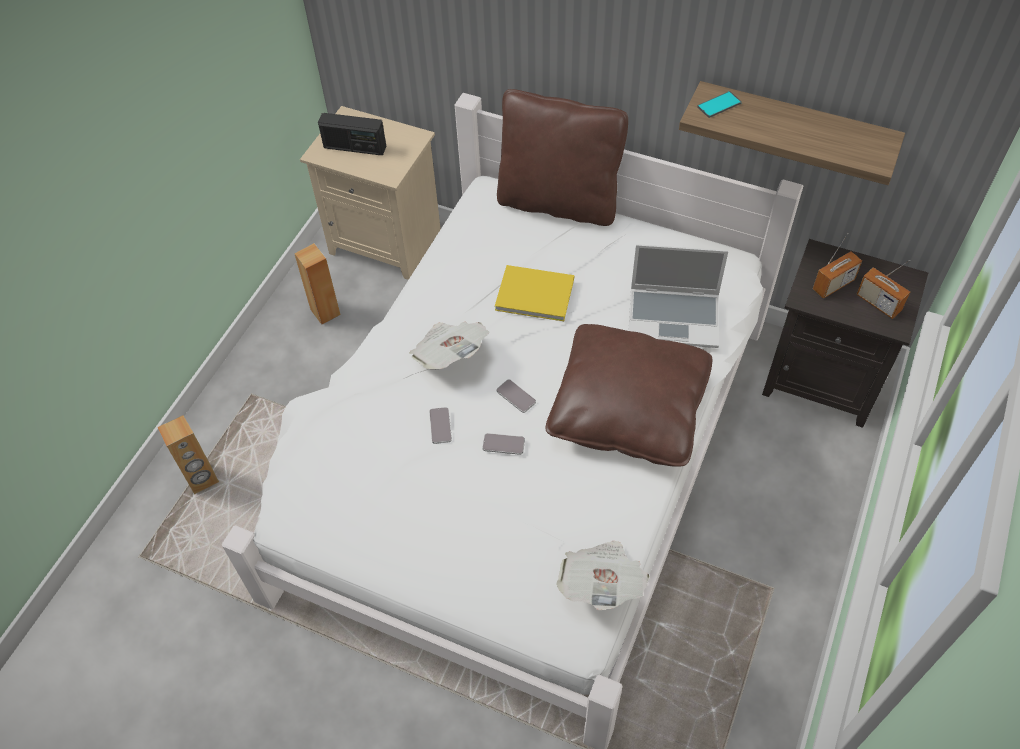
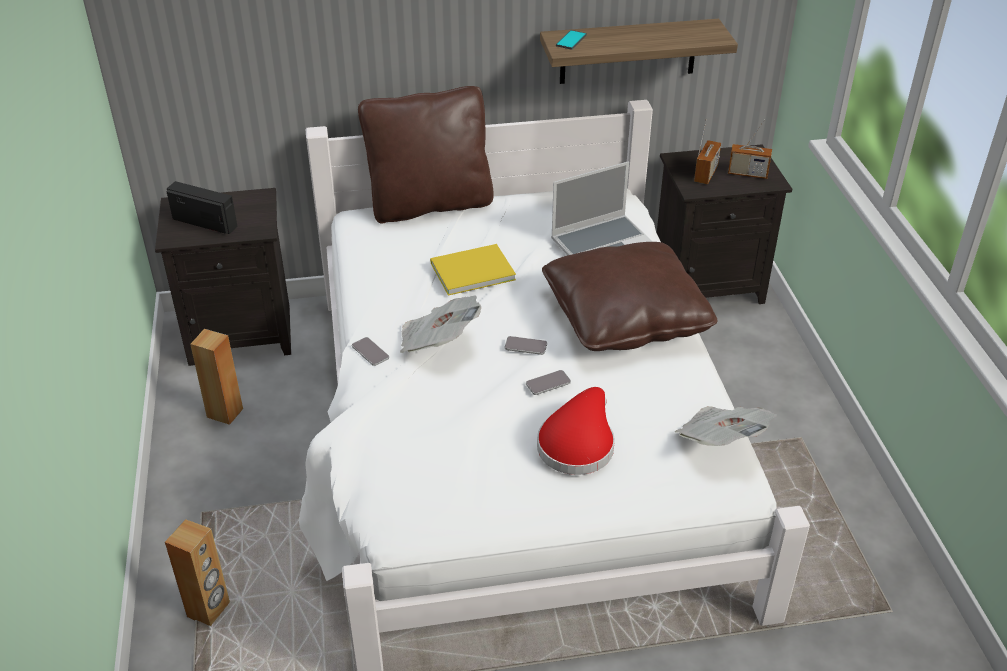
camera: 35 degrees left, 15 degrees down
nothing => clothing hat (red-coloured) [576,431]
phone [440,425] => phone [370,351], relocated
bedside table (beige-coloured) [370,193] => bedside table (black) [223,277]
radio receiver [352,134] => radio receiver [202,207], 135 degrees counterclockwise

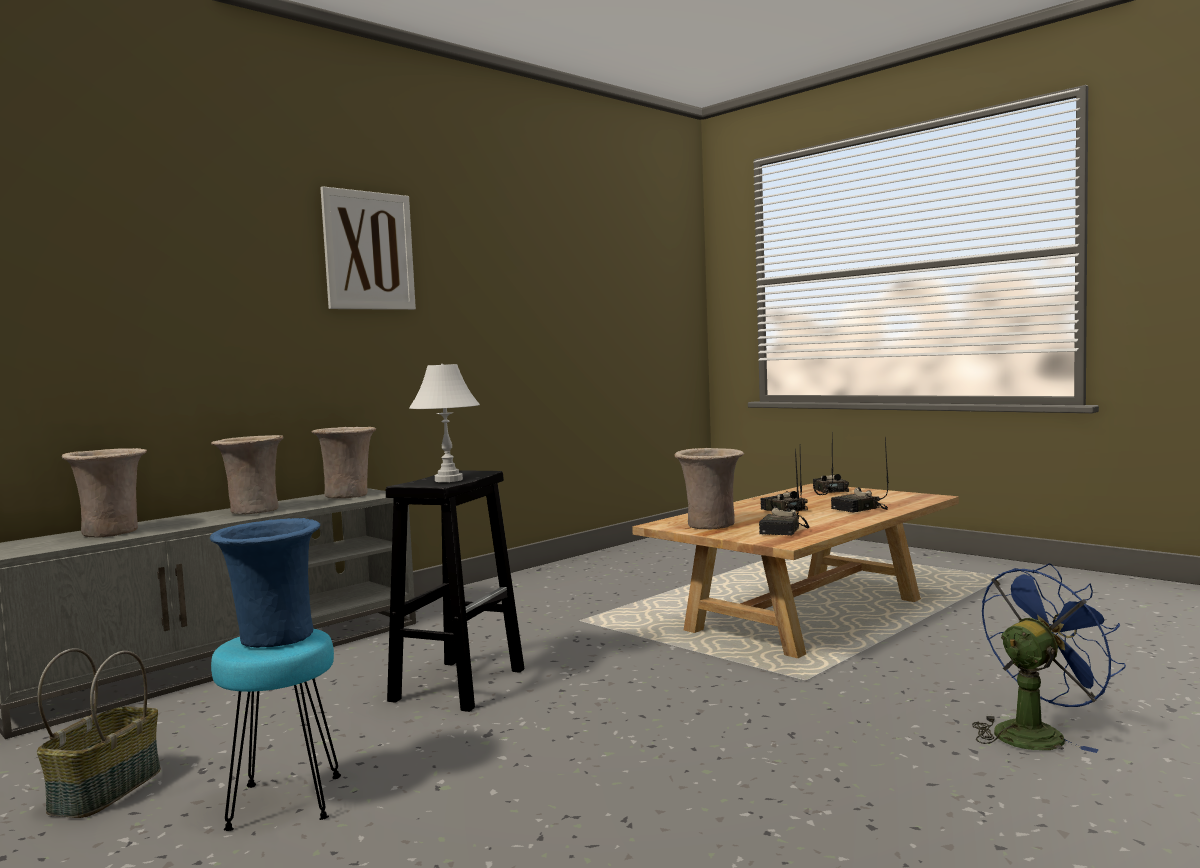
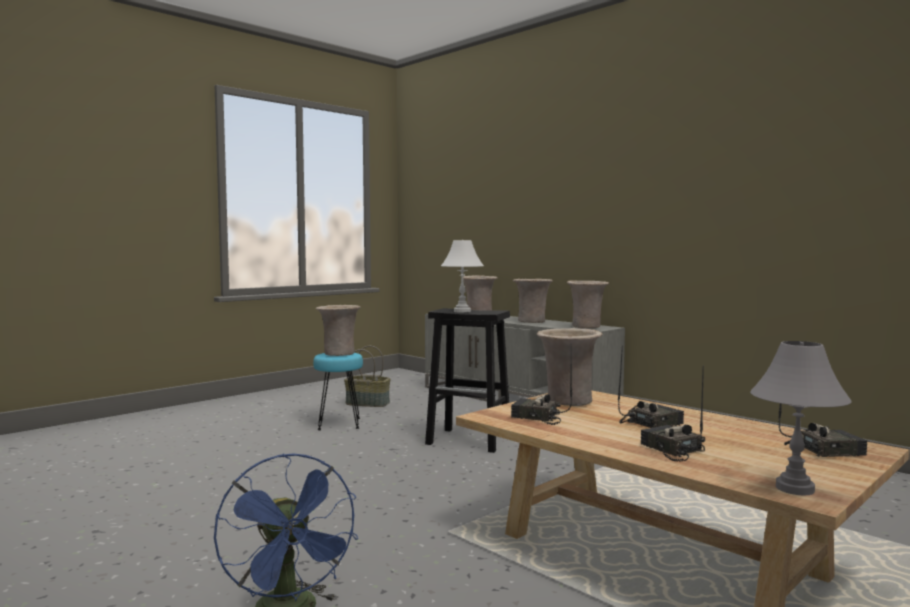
camera: 90 degrees right, 0 degrees up
wall picture [368,248] => nothing
nothing => table lamp (gray) [801,418]
vase (blue) [265,583] => vase (beige-coloured) [338,330]

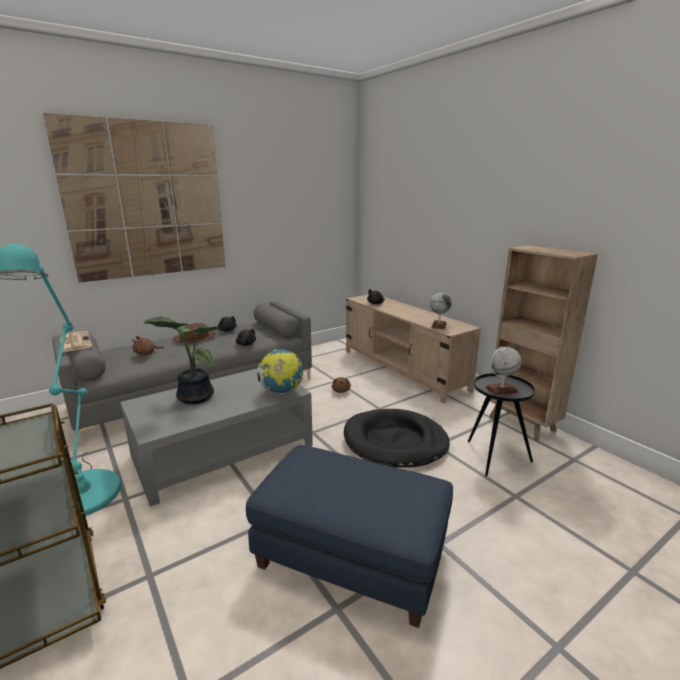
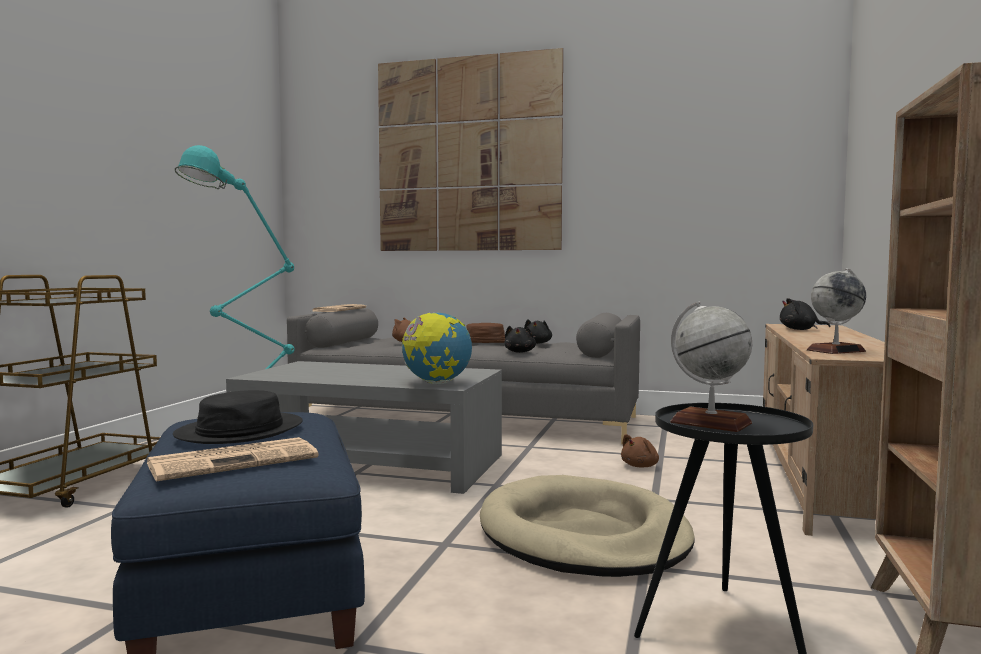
camera: 50 degrees right, 15 degrees down
potted plant [183,360] => nothing
nothing => printed paper [233,459]
nothing => clothing hat (black) [238,417]
pet bed (black) [397,438] => pet bed (beige-coloured) [587,526]

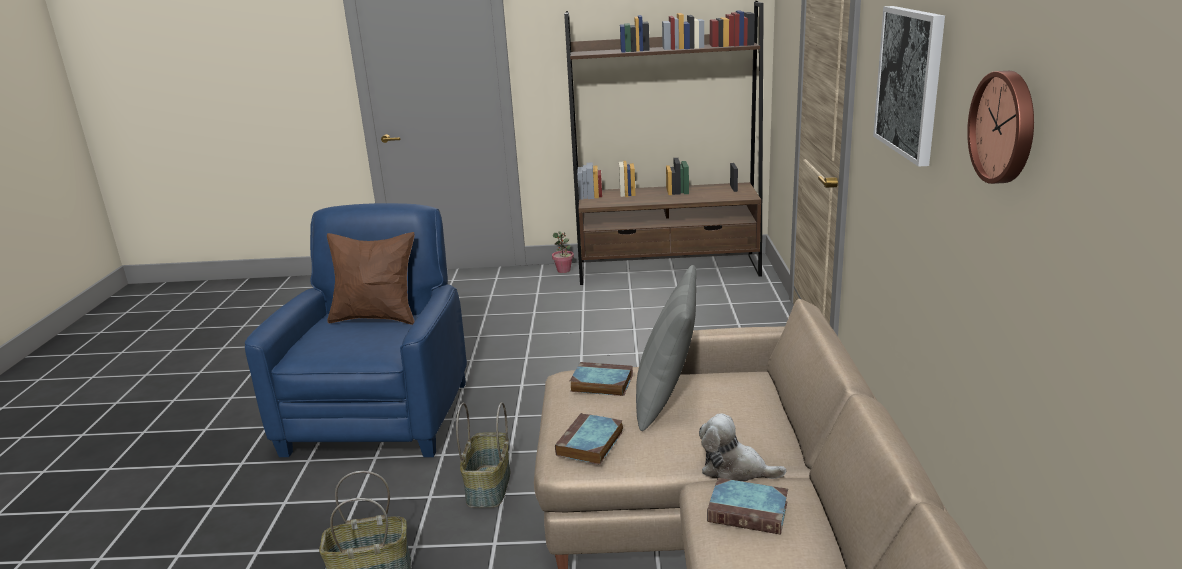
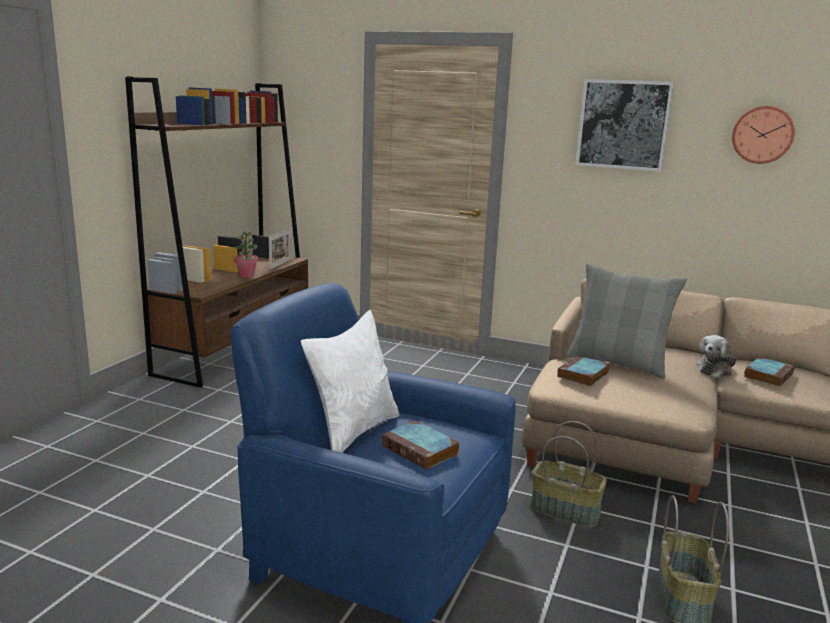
camera: 70 degrees left, 5 degrees down
nothing => standing frame [280,249]
potted plant [563,252] => potted plant [246,254], relocated
book [589,439] => book [420,445], relocated
throw pillow (brown) [371,278] => throw pillow (white) [350,381]

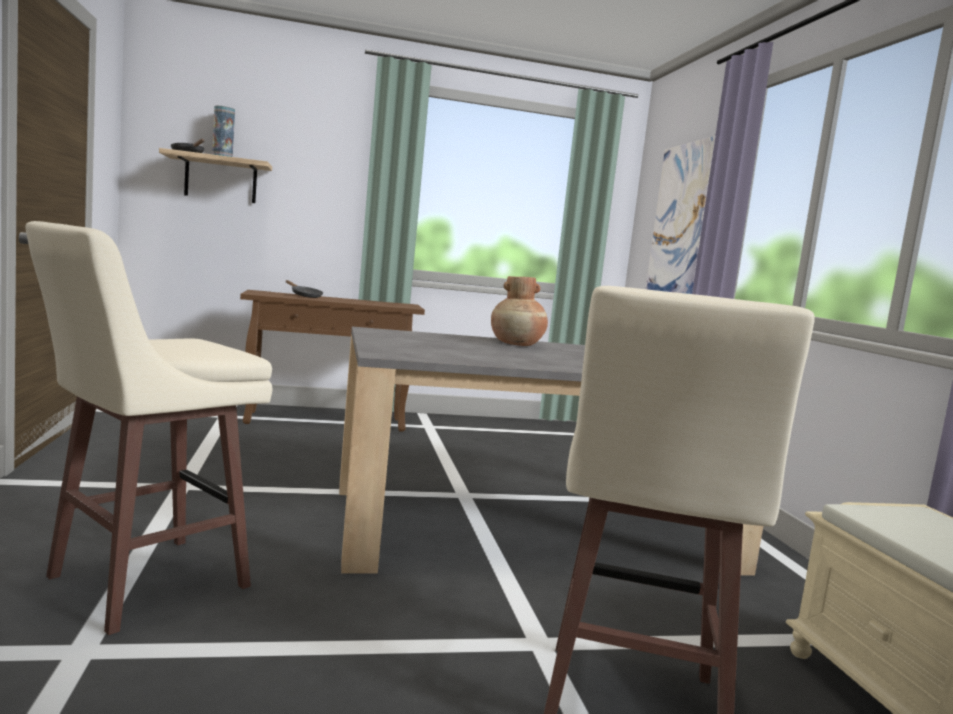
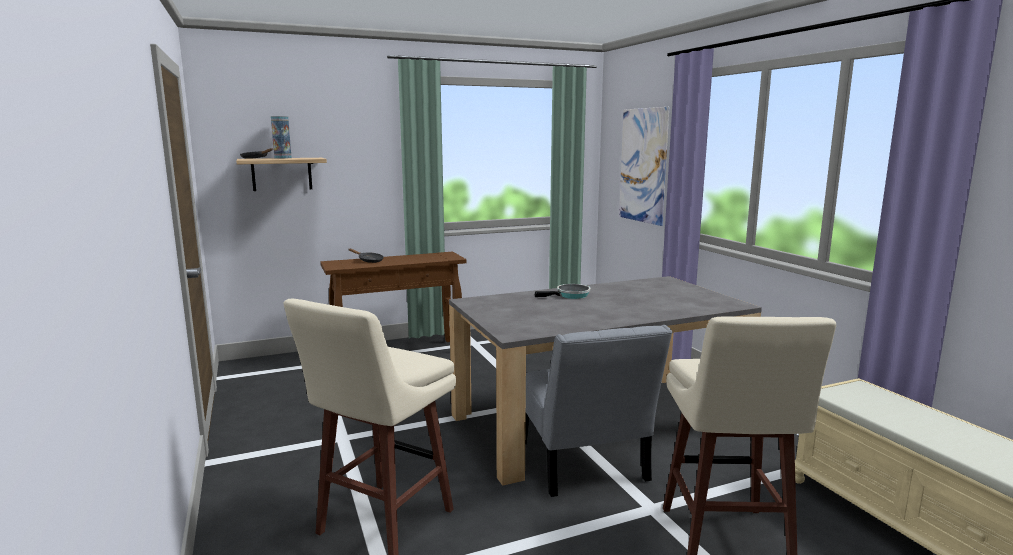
camera: 10 degrees left, 5 degrees up
nothing => plain chair (gray) [598,411]
vase (brown) [519,311] => frying pan [563,291]

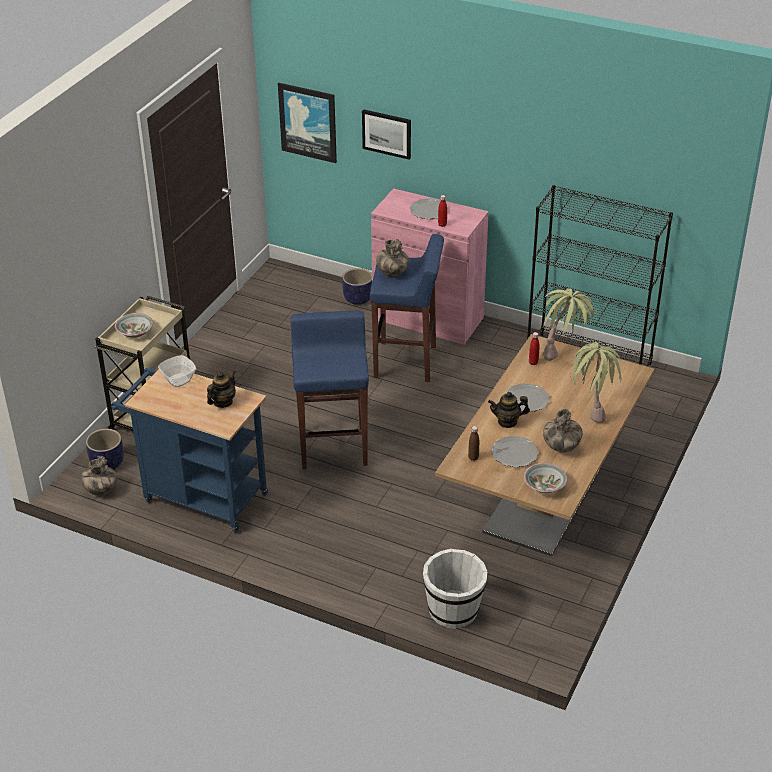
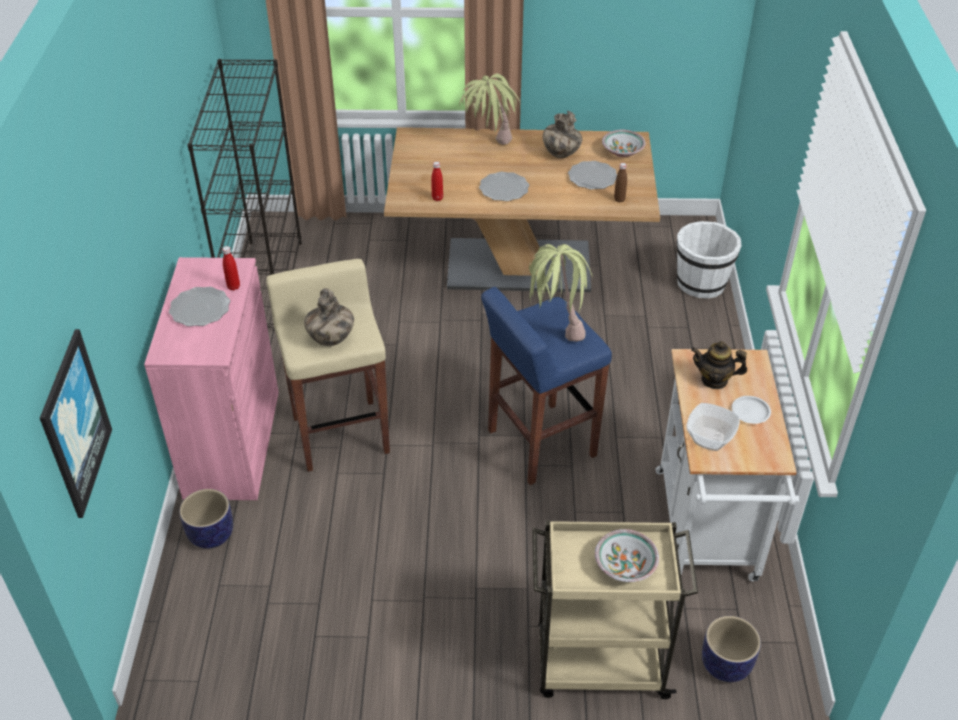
camera: 115 degrees left, 5 degrees up
vase [99,476] => nothing
wall picture [386,134] => nothing
pot for tea [509,410] => nothing
nothing => flat dish (white) [751,410]
potted plant [569,324] => potted plant [561,293], relocated
cart (blue) [189,450] => cart (white) [727,465]
stool (blue) [407,308] => stool (beige-coloured) [328,365]

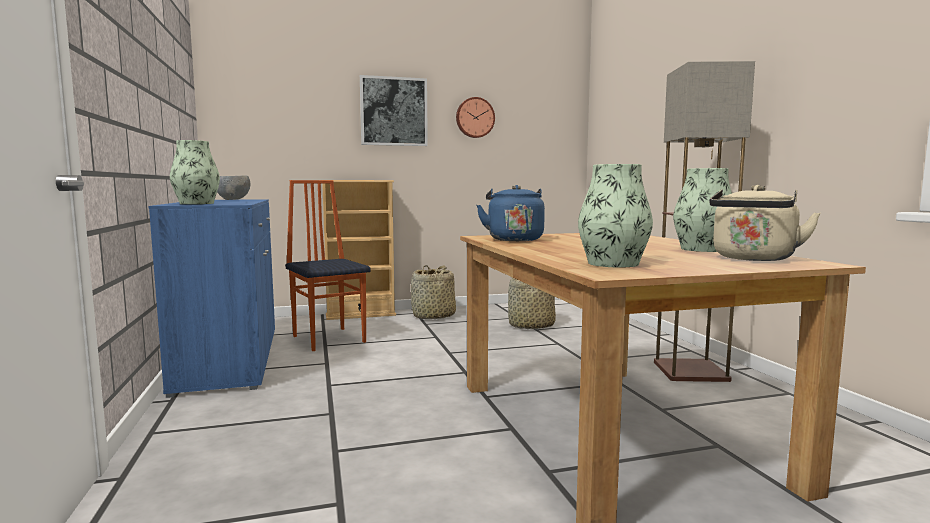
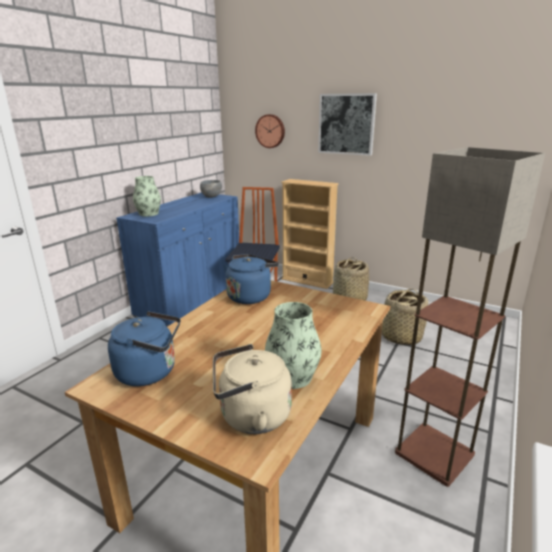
camera: 45 degrees right, 15 degrees up
hanging clock [475,117] => hanging clock [270,131], relocated
vase [615,216] => kettle (blue) [144,348]

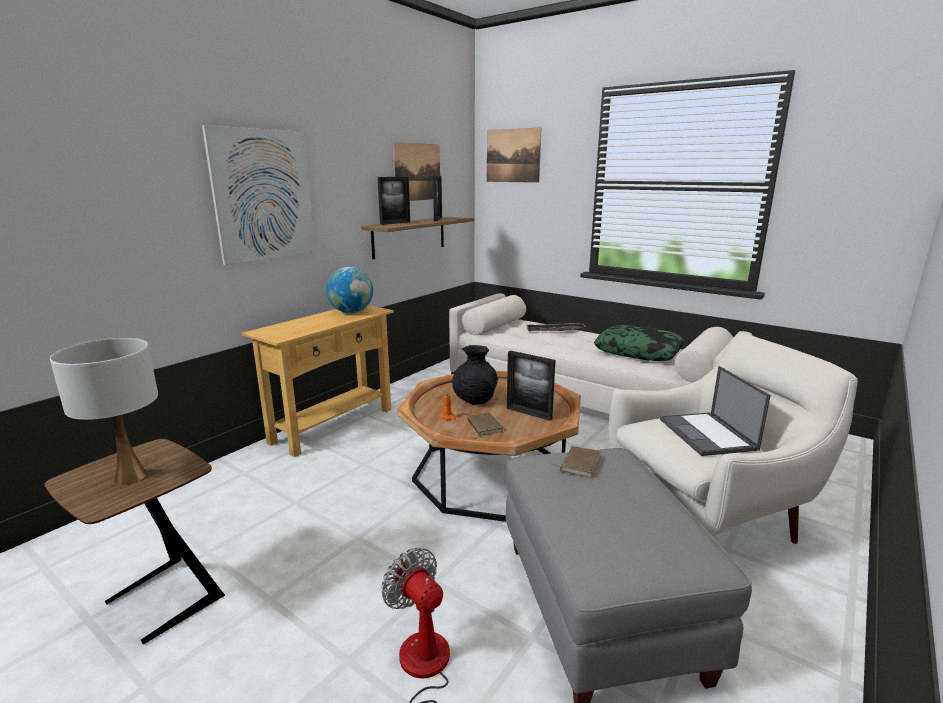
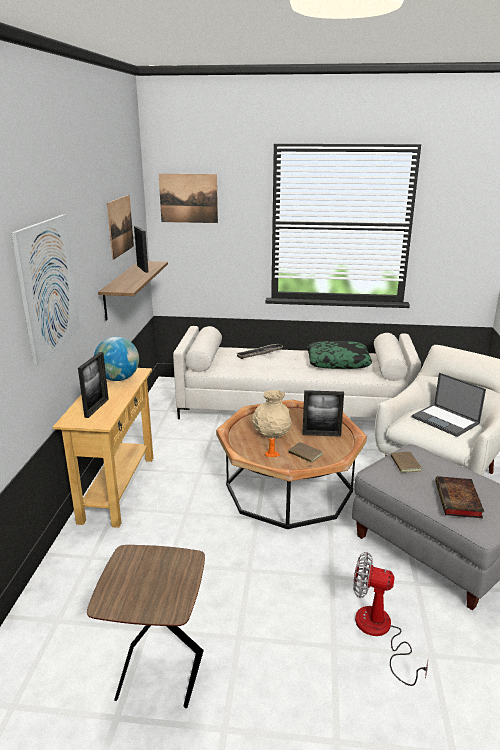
camera: 30 degrees left, 5 degrees up
table lamp (white) [104,411] => nothing
nothing => book [459,497]
standing frame [393,201] => standing frame [93,385], relocated
vase (black) [475,375] => vase (beige-coloured) [272,414]

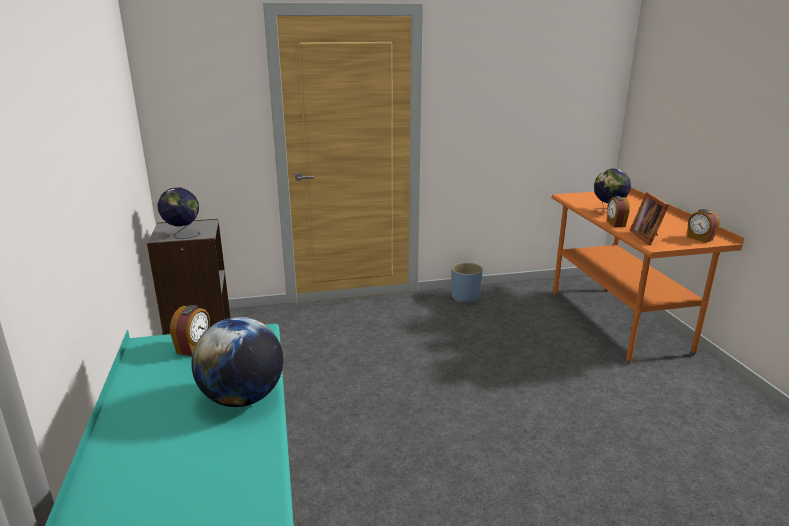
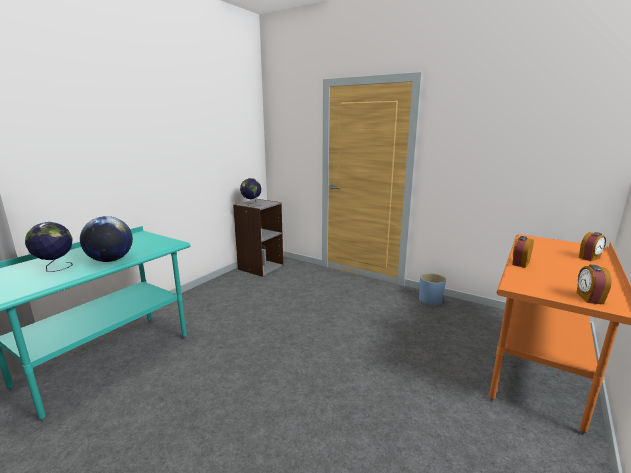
camera: 45 degrees right, 5 degrees down
standing frame [649,219] => nothing
alarm clock [190,330] => alarm clock [592,246], relocated
desk globe [612,190] => desk globe [49,247], relocated

